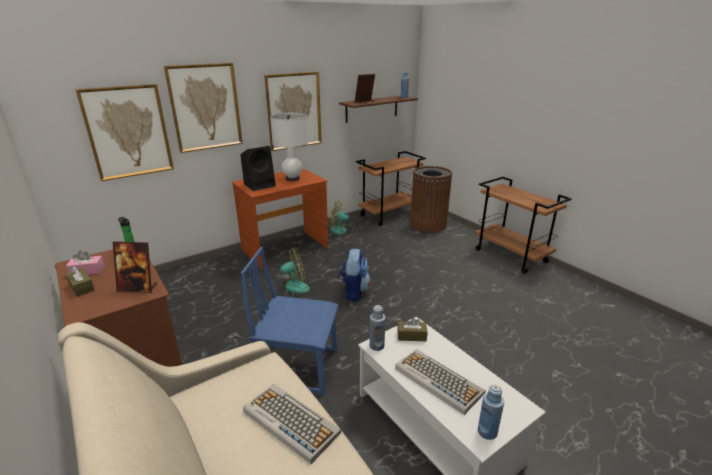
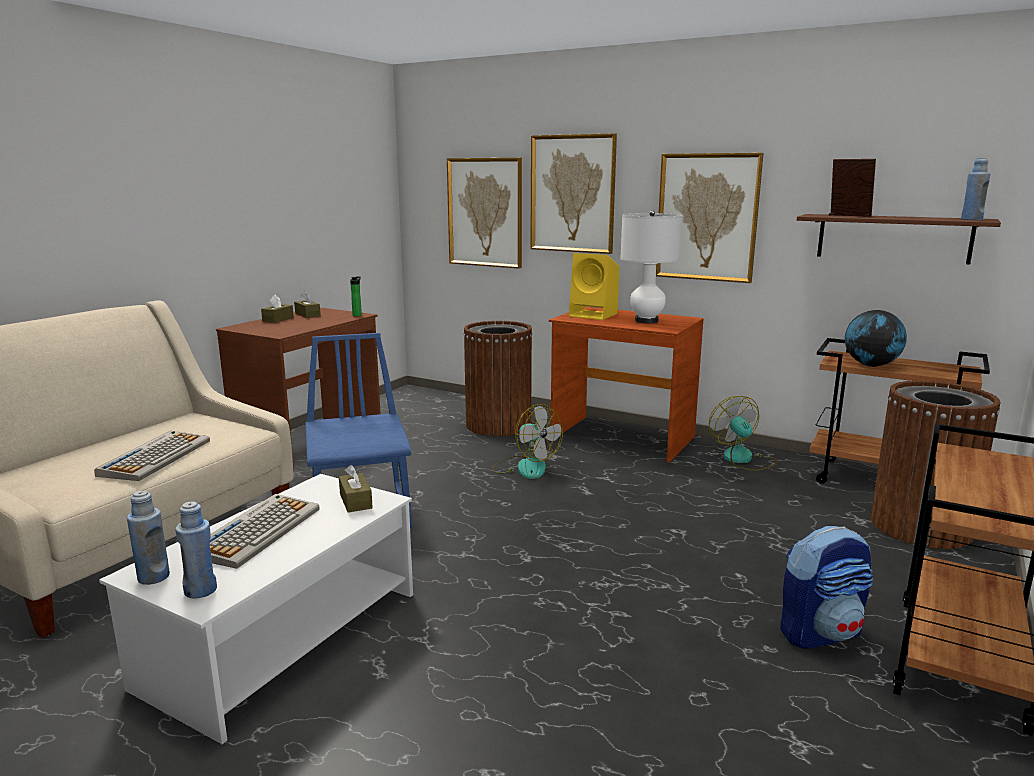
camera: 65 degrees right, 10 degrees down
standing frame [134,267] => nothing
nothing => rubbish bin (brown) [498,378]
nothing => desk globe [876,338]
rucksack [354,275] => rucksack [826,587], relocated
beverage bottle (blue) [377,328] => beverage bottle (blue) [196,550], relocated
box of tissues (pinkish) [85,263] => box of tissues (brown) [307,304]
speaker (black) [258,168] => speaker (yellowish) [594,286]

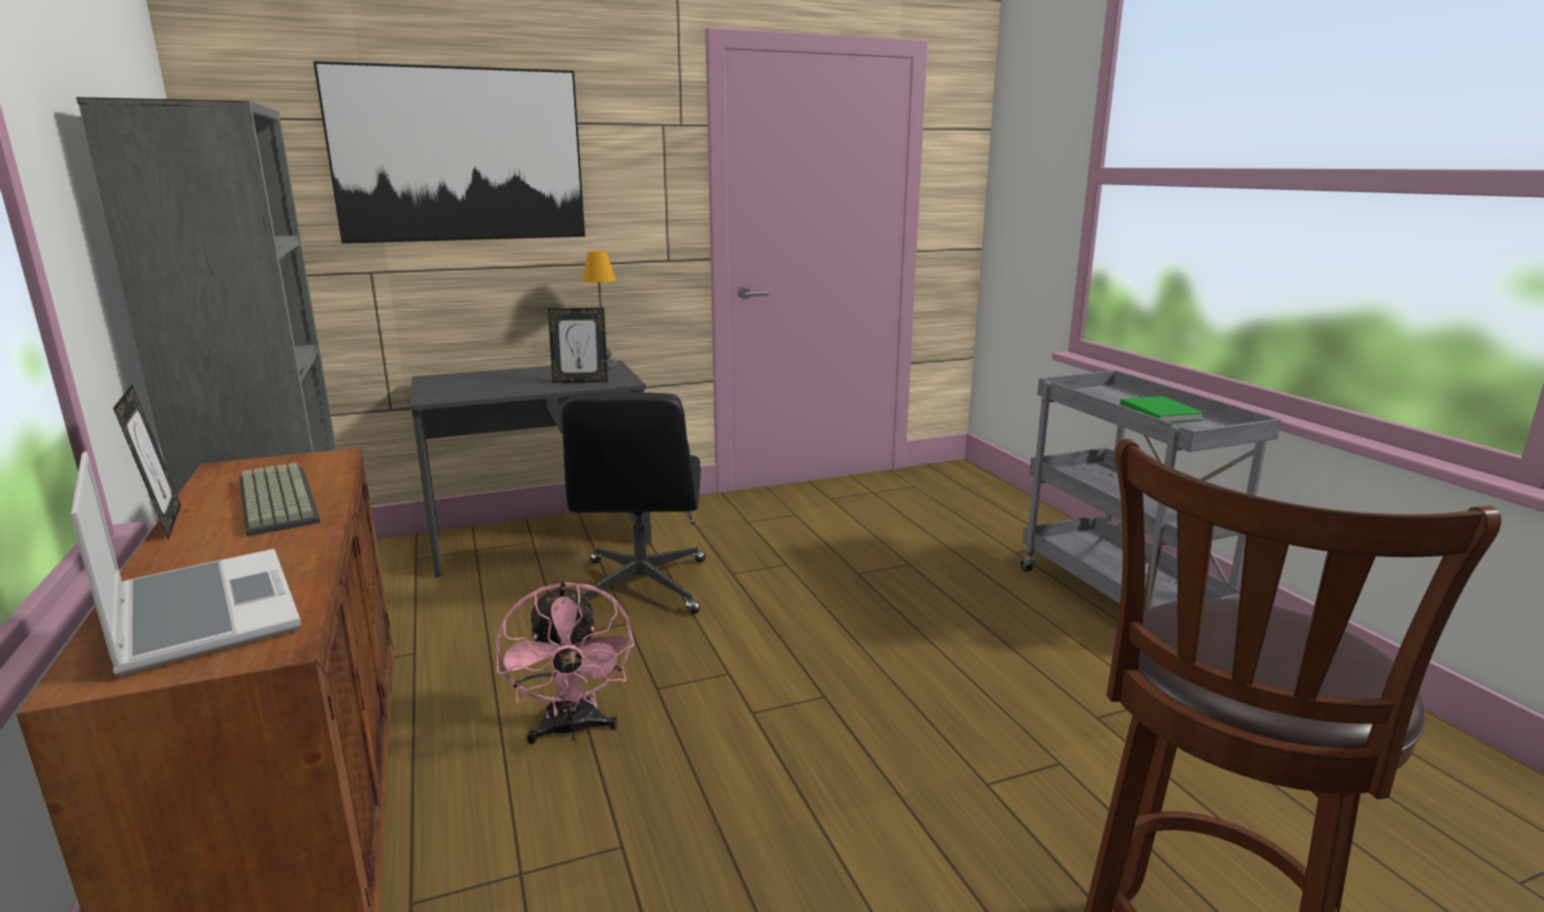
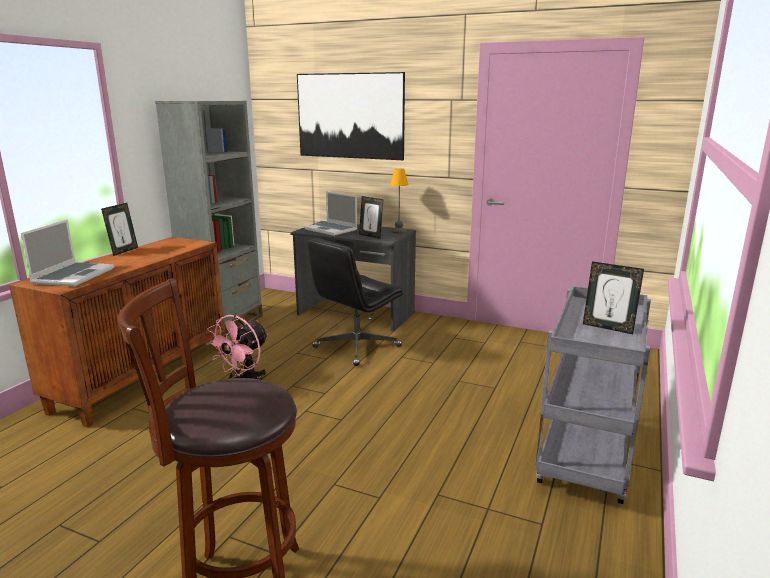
camera: 45 degrees right, 0 degrees up
computer keyboard [280,499] => nothing
nothing => portable computer [330,213]
book (green) [1162,409] => standing frame [613,297]

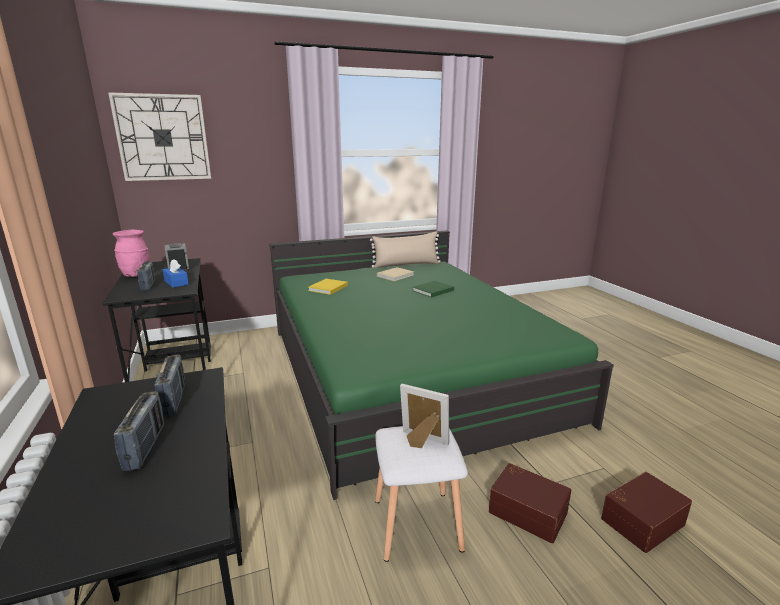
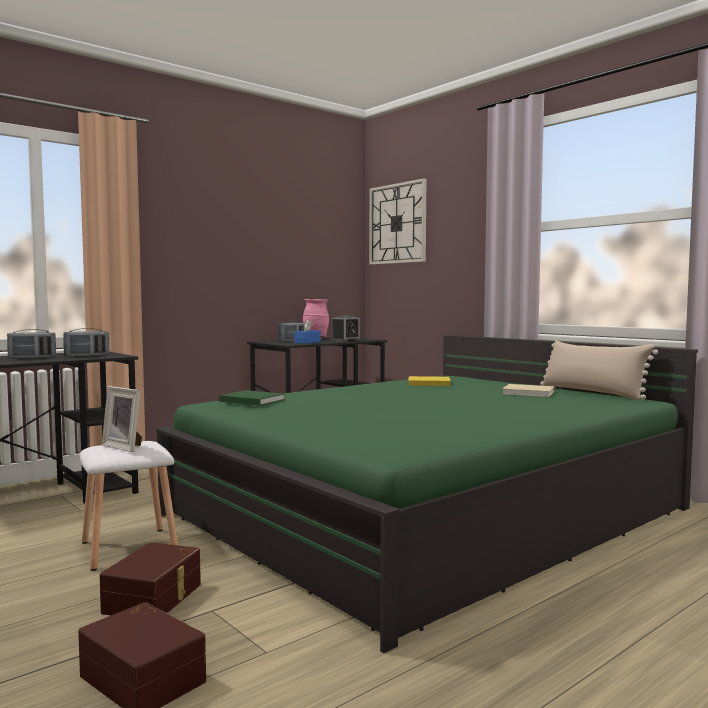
camera: 70 degrees right, 15 degrees down
book (green) [433,289] => book (green) [252,398], relocated
standing frame [424,416] => standing frame [122,419], 120 degrees clockwise

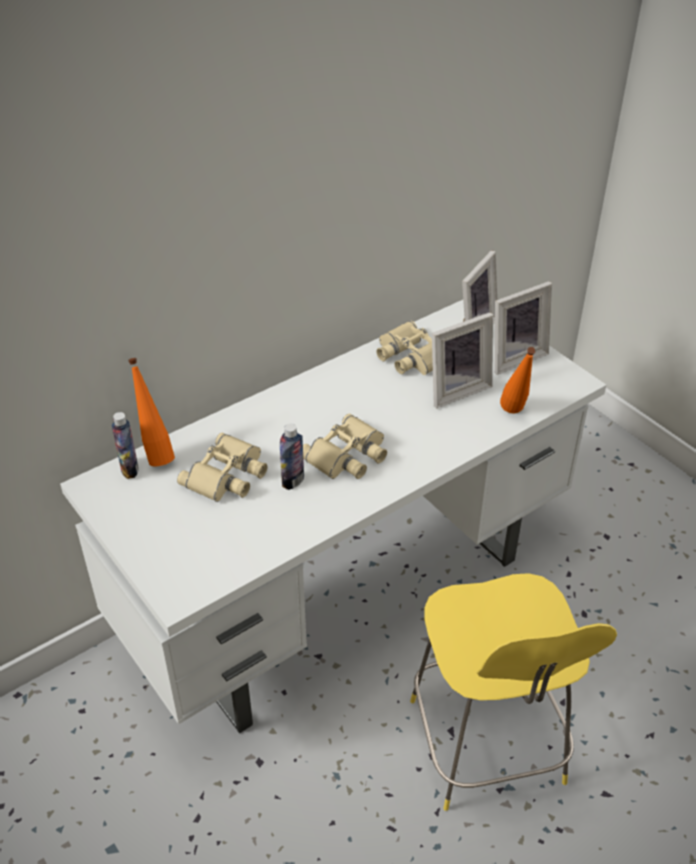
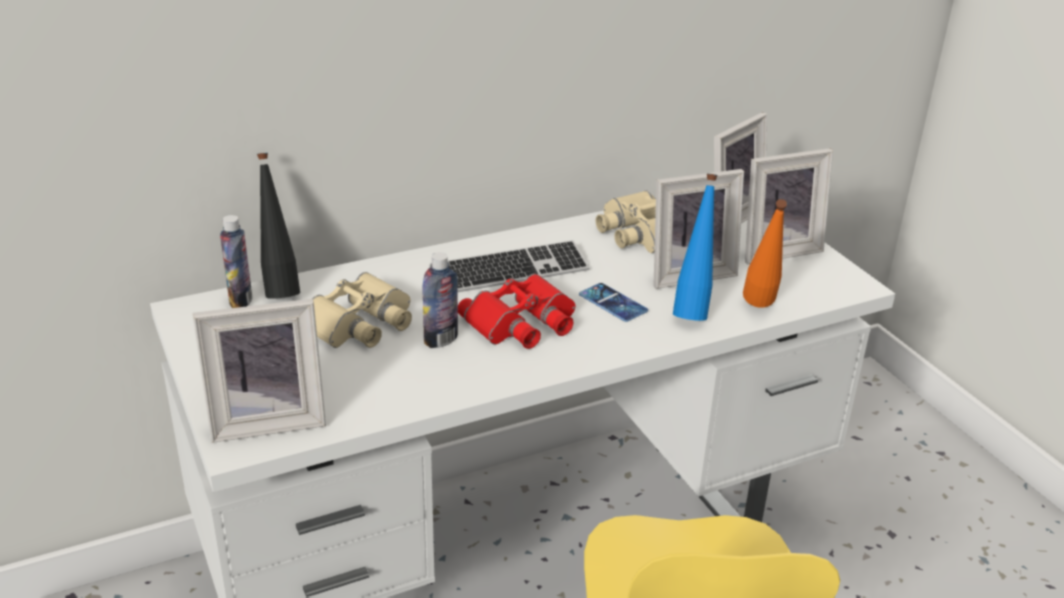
camera: 10 degrees right, 10 degrees down
nothing => standing frame [259,371]
nothing => computer keyboard [510,266]
nothing => phone [613,302]
nothing => beverage bottle (blue) [695,247]
beverage bottle (orange) [151,412] => beverage bottle (black) [278,226]
field glasses (beige-coloured) [345,446] => field glasses (red-coloured) [516,311]

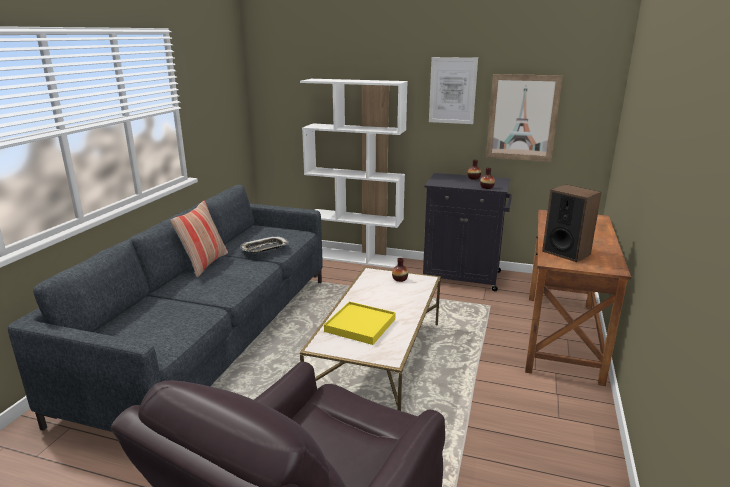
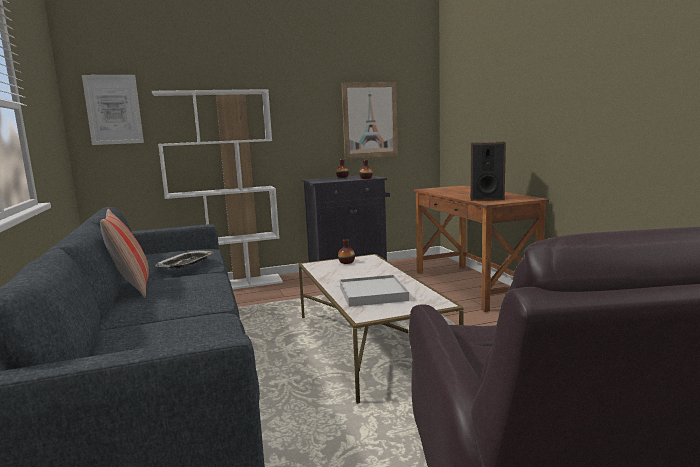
camera: 35 degrees left, 10 degrees down
wall picture [453,90] => wall picture [113,110], relocated
carrying tray (yellowish) [359,323] => carrying tray (white) [374,291]

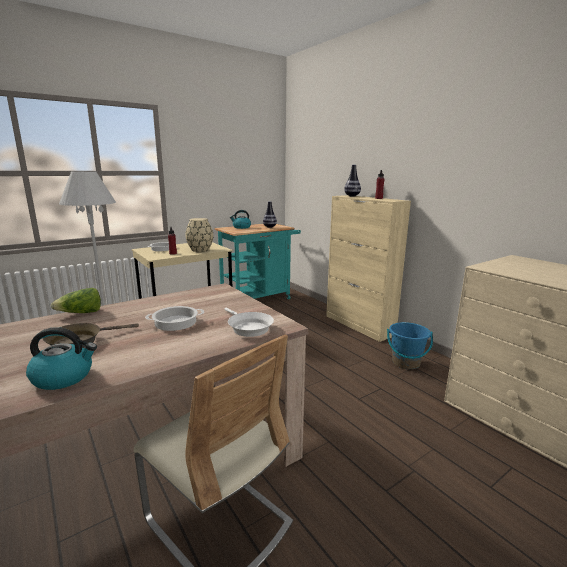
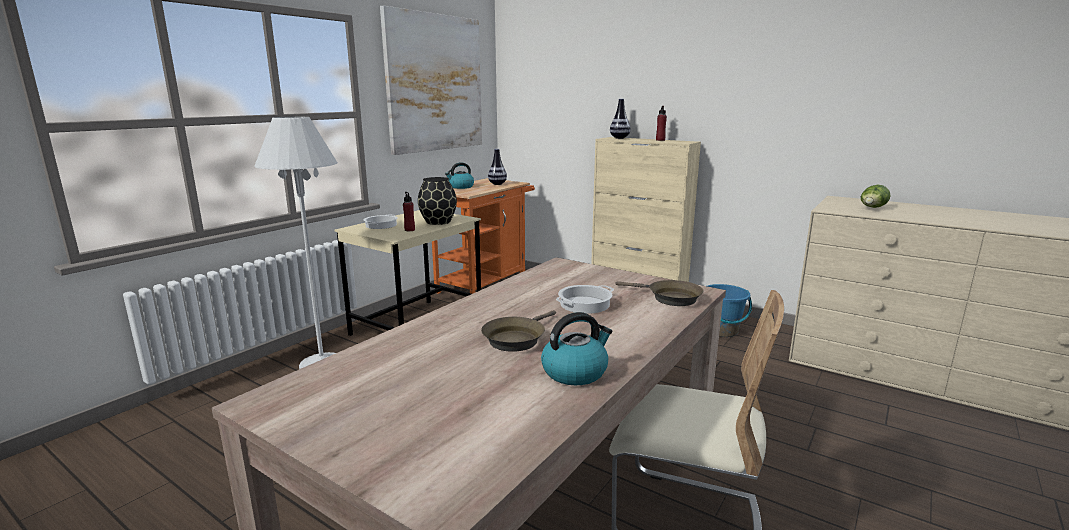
camera: 20 degrees left, 0 degrees up
nothing => wall picture [431,80]
lettuce [76,300] => lettuce [876,196], relocated
vase (beige-coloured) [199,235] => vase (black) [437,201]
cart (turquoise-coloured) [257,261] => cart (orange) [483,236]
frying pan (white) [249,322] => frying pan (brown) [660,293]

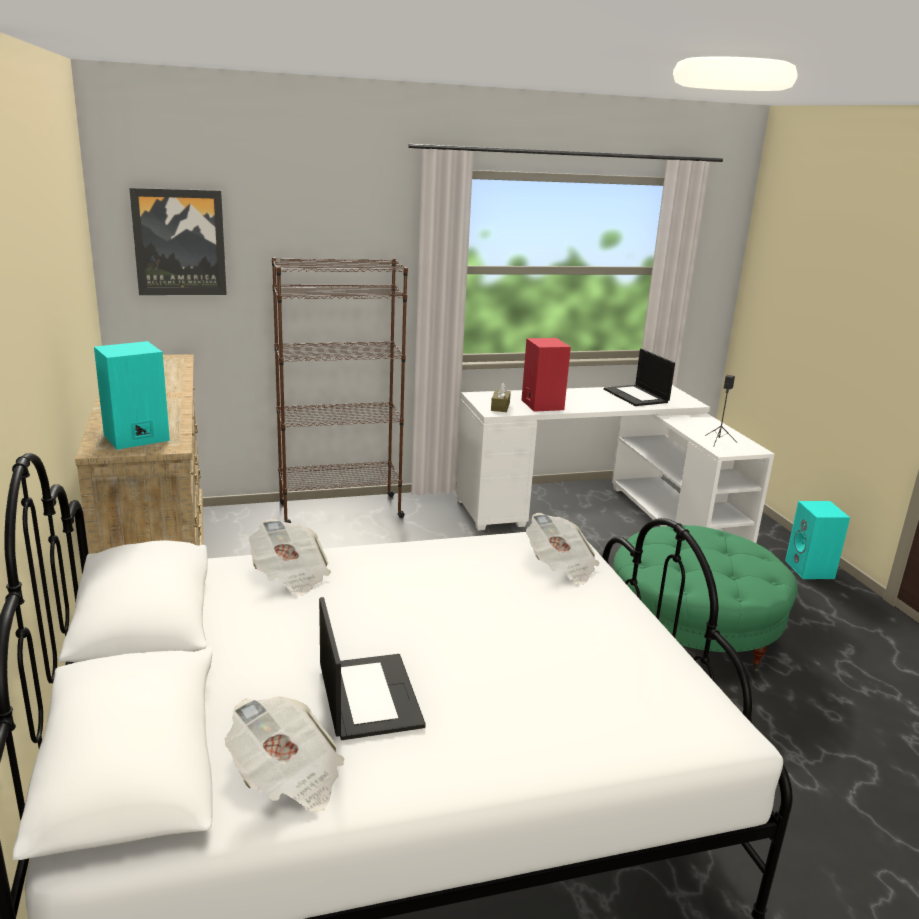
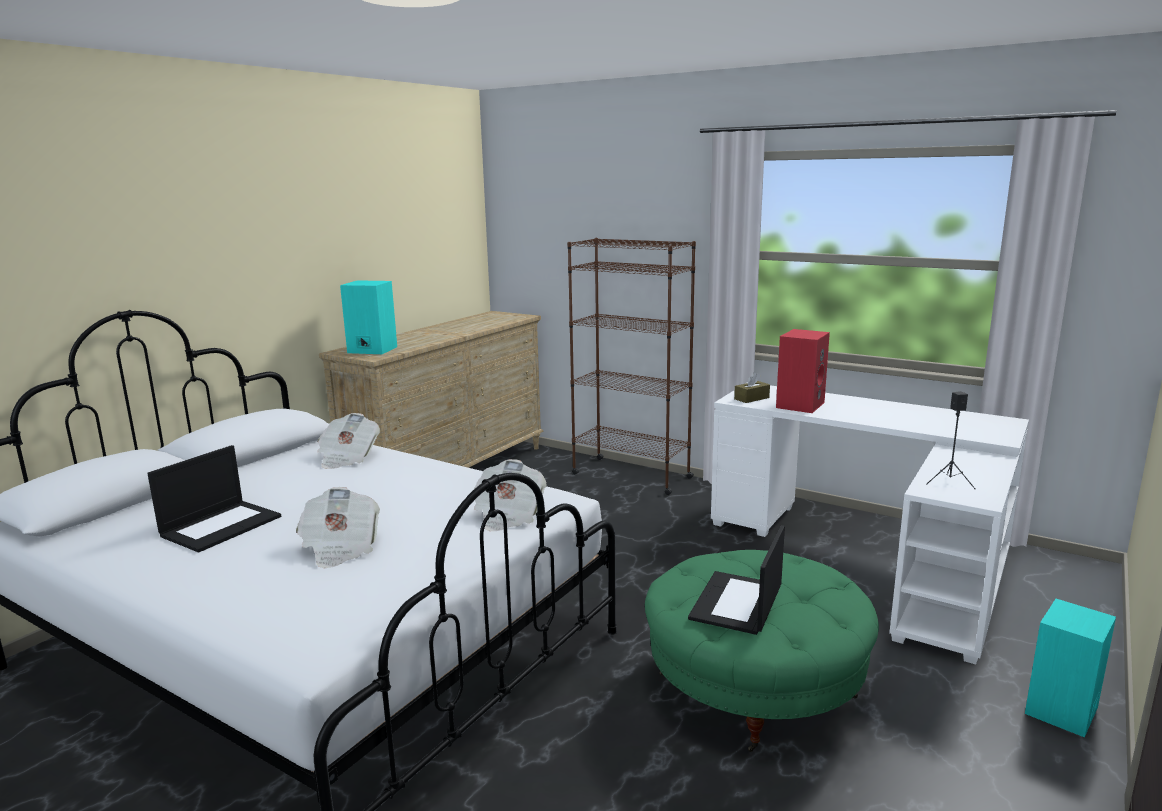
camera: 50 degrees right, 5 degrees down
wall picture [178,241] => nothing
printed paper [285,754] => printed paper [338,528], relocated
portable computer [639,377] => portable computer [736,580], relocated

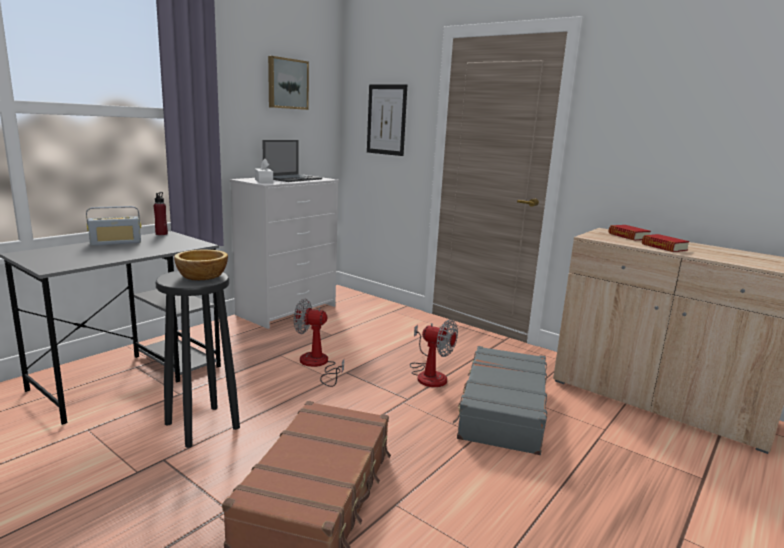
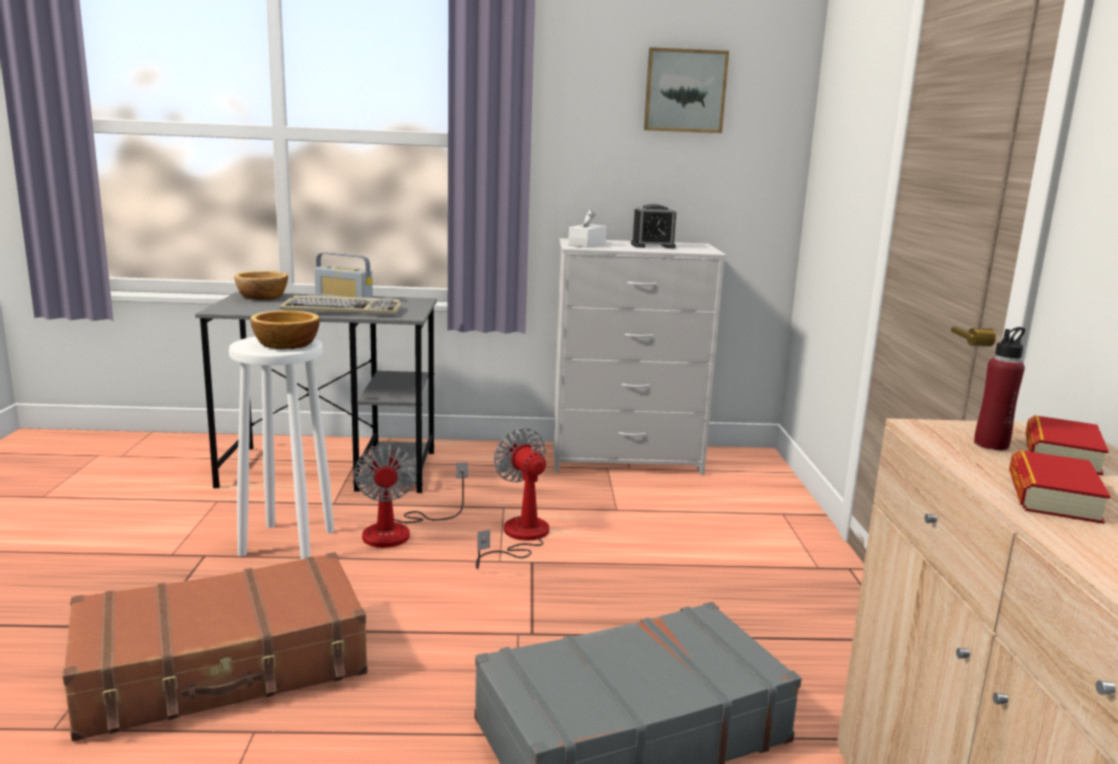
camera: 50 degrees right, 0 degrees up
wall picture [387,120] => nothing
nothing => deep dish [261,285]
nothing => computer keyboard [340,305]
beverage bottle (red-coloured) [161,213] => beverage bottle (red-coloured) [999,388], relocated
electric fan [434,353] => electric fan [411,496], relocated
portable computer [292,161] => alarm clock [653,226]
stool (black) [198,359] => stool (white) [281,448]

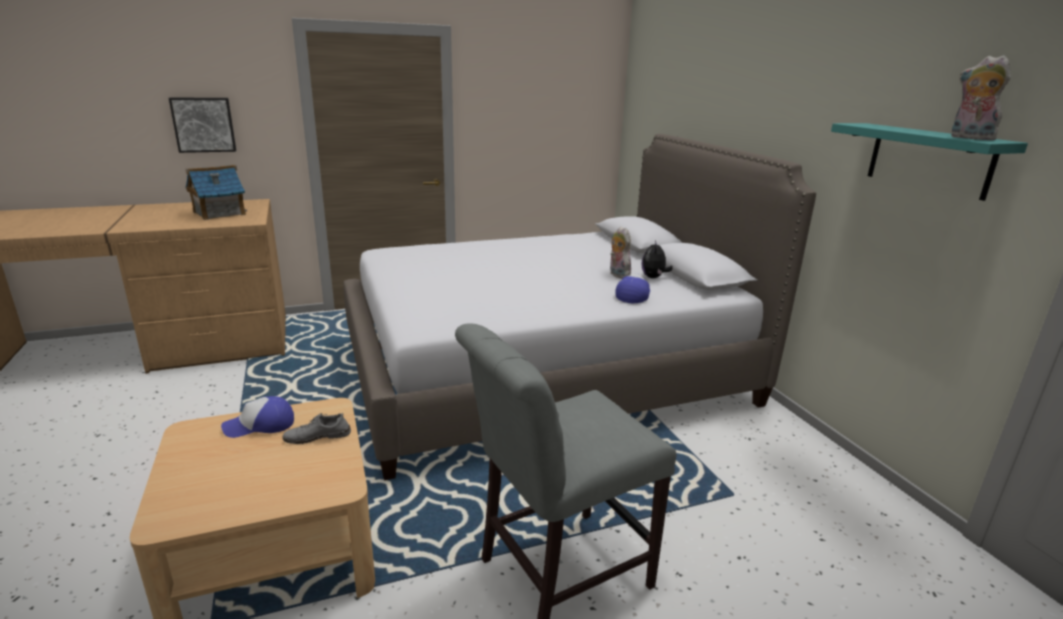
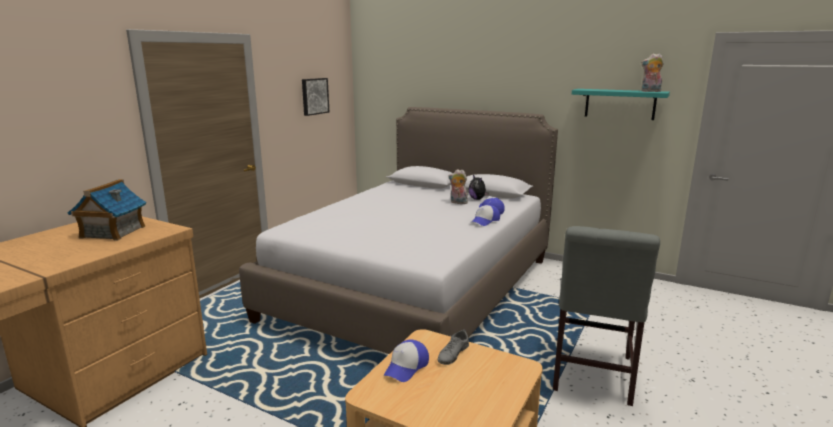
camera: 40 degrees left, 5 degrees down
nothing => baseball cap [486,215]
wall picture [202,125] => wall picture [315,97], relocated

